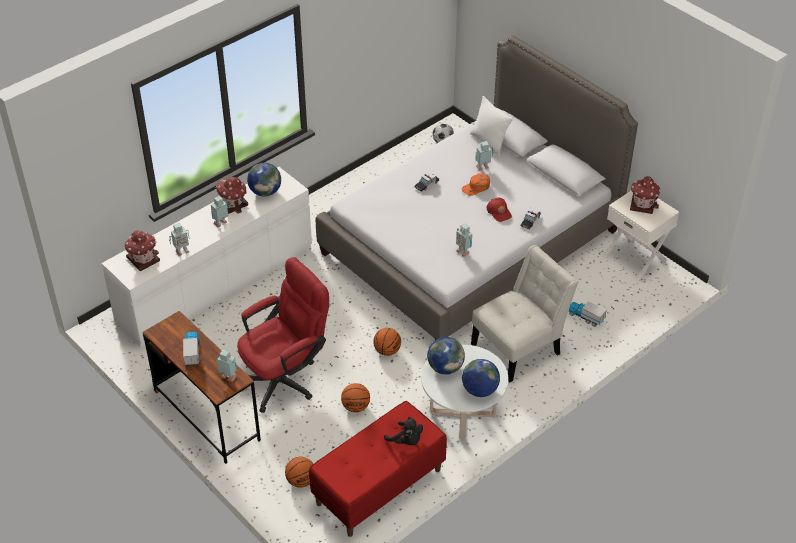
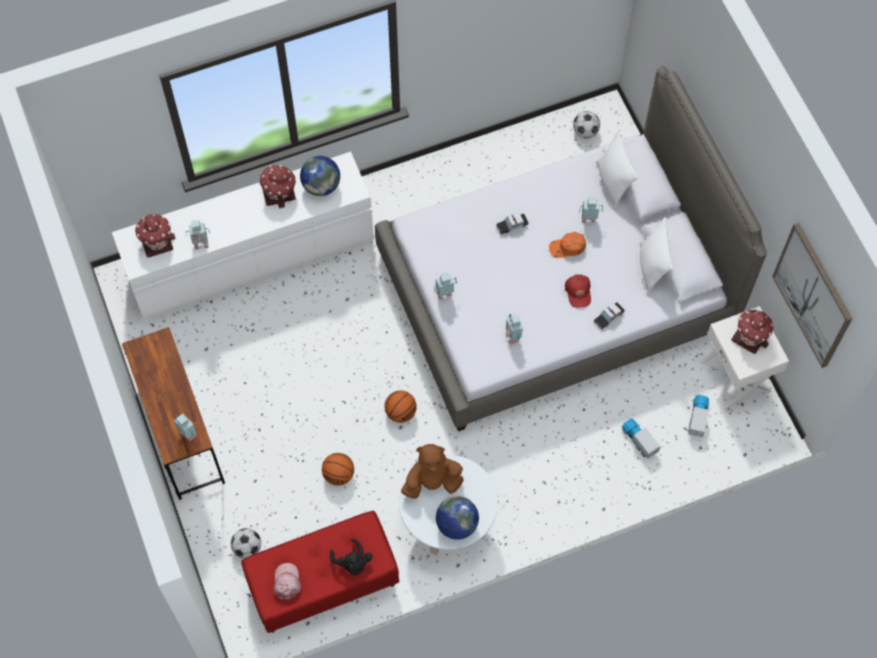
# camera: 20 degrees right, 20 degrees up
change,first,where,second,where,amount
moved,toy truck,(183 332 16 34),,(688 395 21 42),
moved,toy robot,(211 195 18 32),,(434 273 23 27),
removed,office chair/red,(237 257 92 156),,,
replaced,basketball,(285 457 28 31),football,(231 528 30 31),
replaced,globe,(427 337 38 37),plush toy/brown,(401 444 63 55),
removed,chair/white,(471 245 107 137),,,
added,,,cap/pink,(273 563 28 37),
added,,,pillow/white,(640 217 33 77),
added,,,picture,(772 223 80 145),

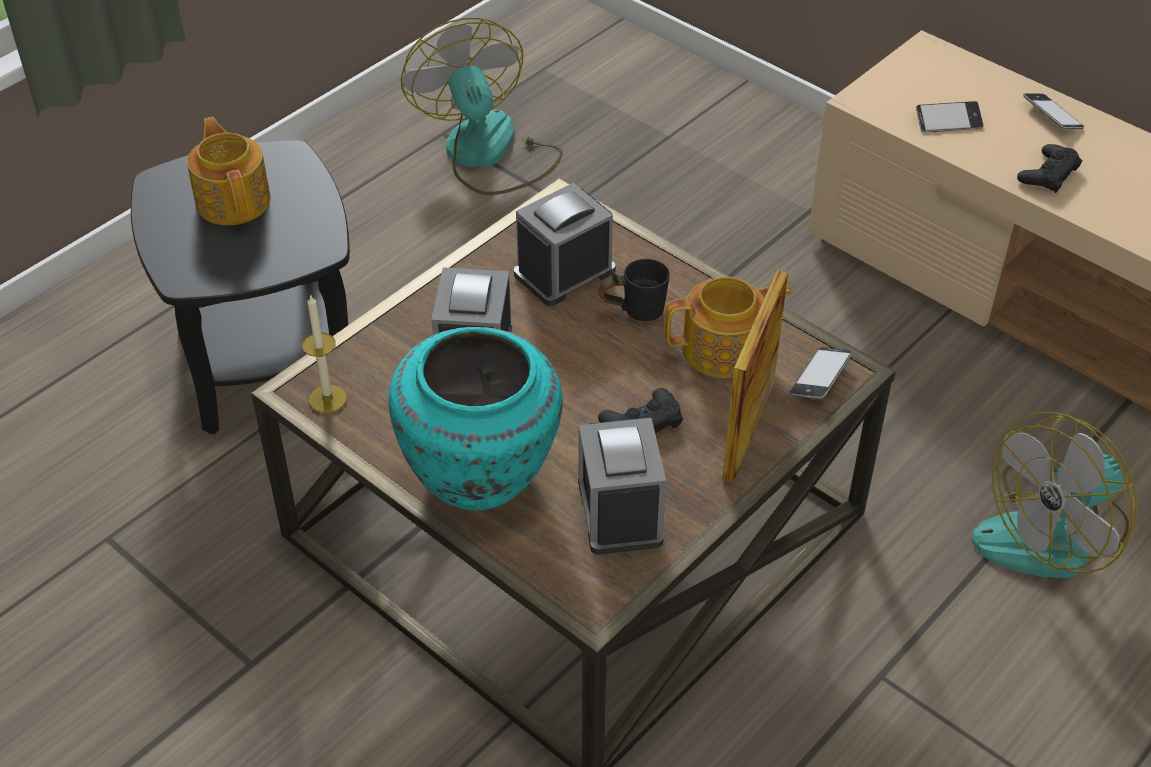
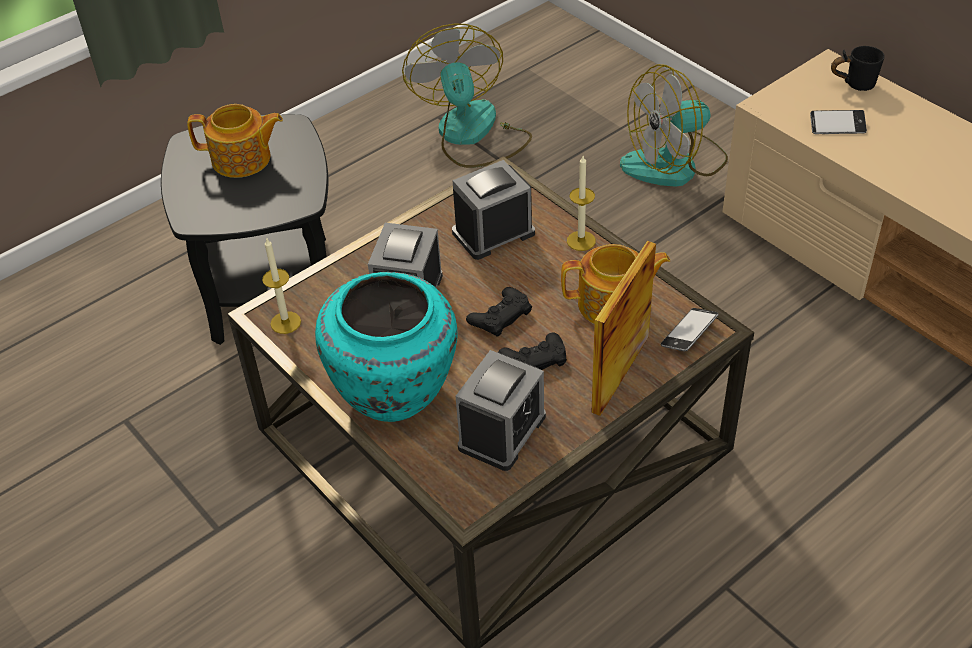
# camera: 10 degrees right, 0 degrees up
change,first,where,second,where,amount
turned,teapot,(187 117 84 108),,(187 104 96 74),105 degrees clockwise
turned,alarm clock,(578 418 88 137),,(456 350 90 121),150 degrees counterclockwise
moved,mug/black,(598 259 72 62),,(831 46 54 45),
moved,fan,(972 412 165 166),,(620 64 108 123),
moved,game controller/black,(1017 144 66 49),,(466 287 66 50),
removed,phone,(1023 93 61 37),,,
added,,,candle,(567 156 29 95),

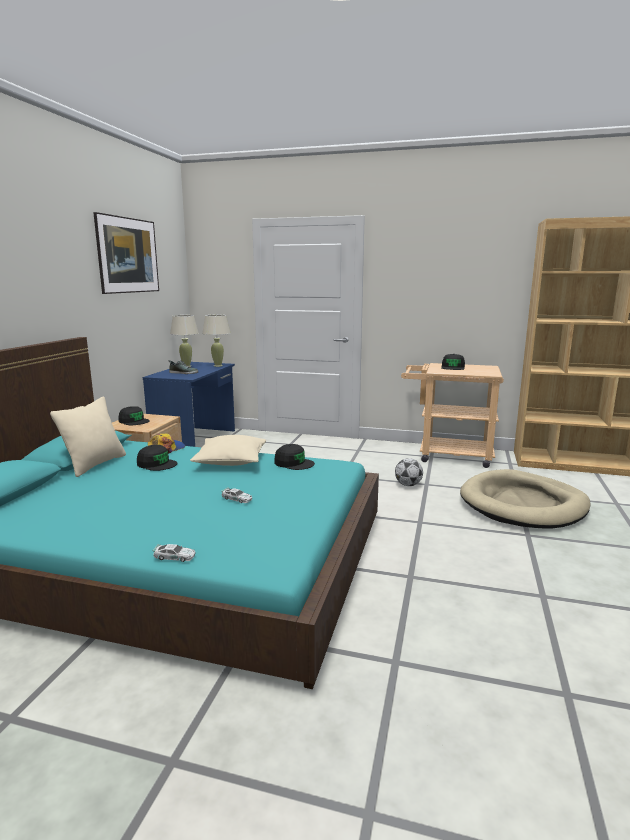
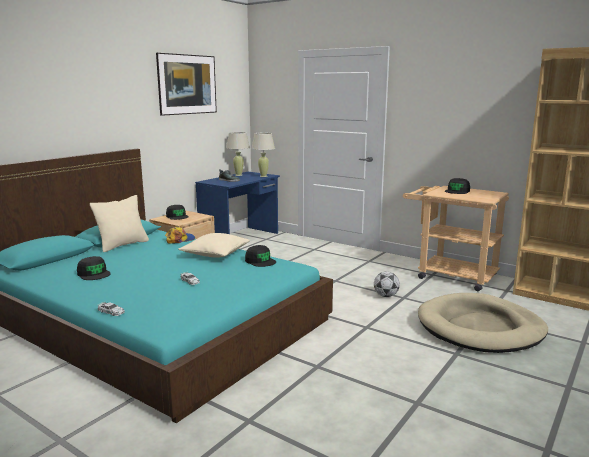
# camera: 20 degrees right, 0 degrees up
change,first,where,second,where,amount
moved,cap/black,(137 445 40 26),,(77 256 34 24),

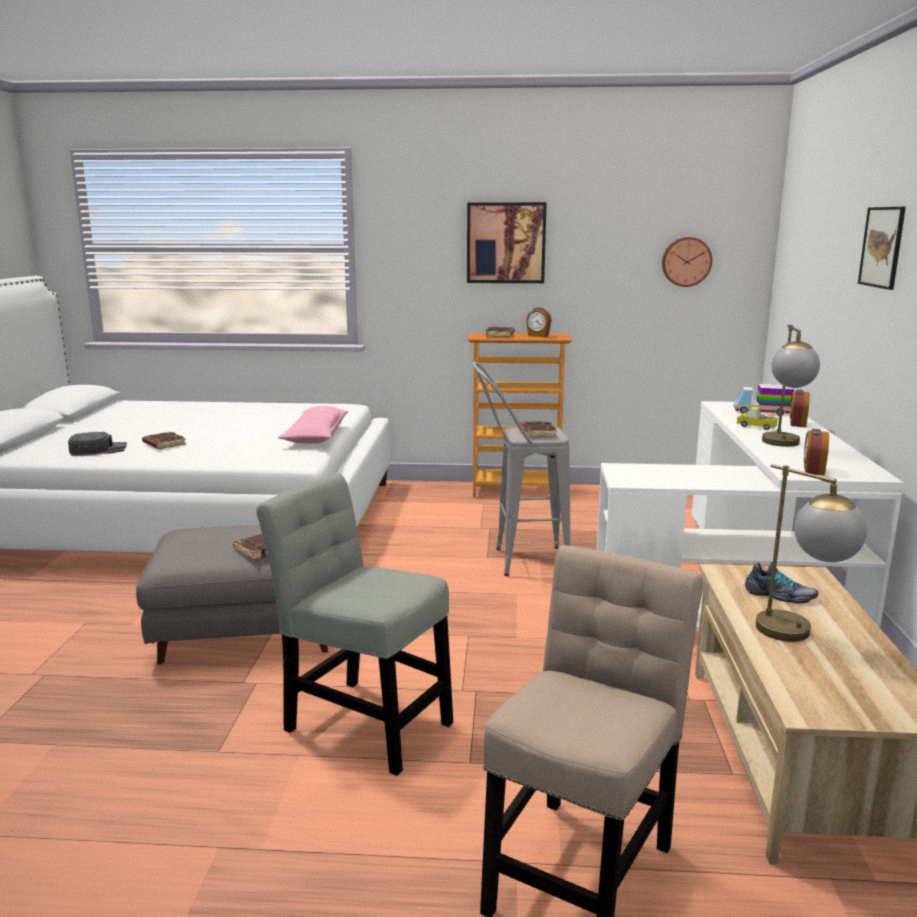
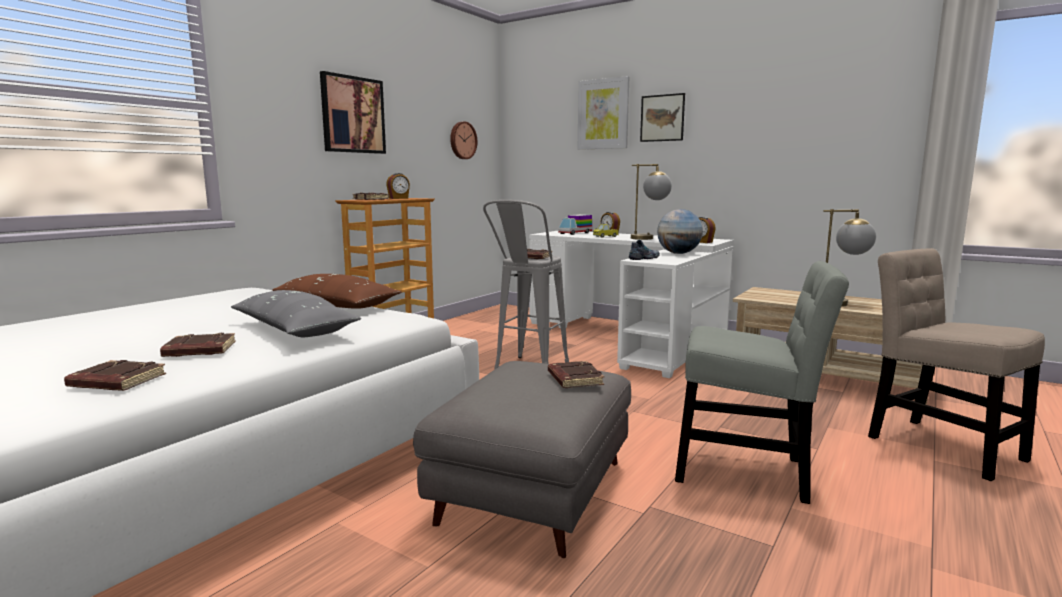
# camera: 60 degrees left, 5 degrees down
change,first,where,second,where,amount
replaced,cap/black,(68 432 59 24),book/brown,(64 360 102 31),
turned,chair/grey,(256 473 197 303),,(675 261 174 243),135 degrees counterclockwise
recoloured,pillow/pink,(278 406 70 38),pillow/brown,(272 274 130 35),
moved,shoe,(745 562 73 41),,(629 240 31 20),
added,,,pillow/grey,(231 290 130 47),
added,,,picture,(578 76 51 74),
added,,,globe,(657 209 46 45),

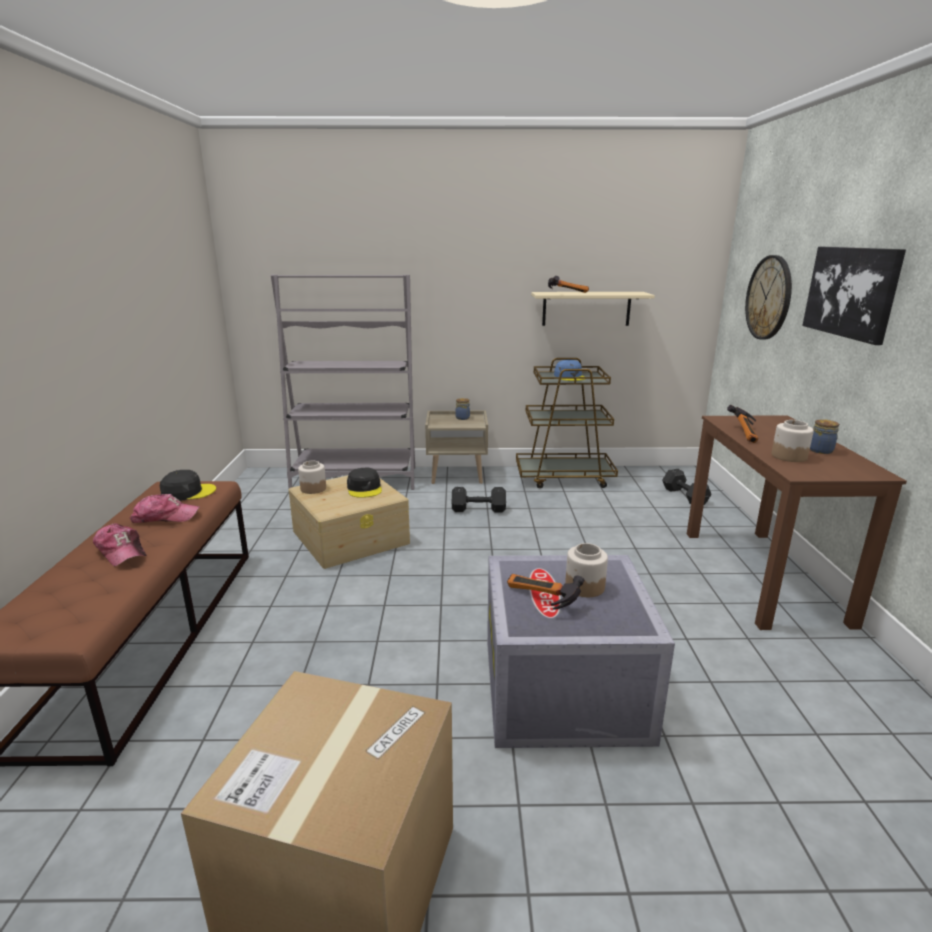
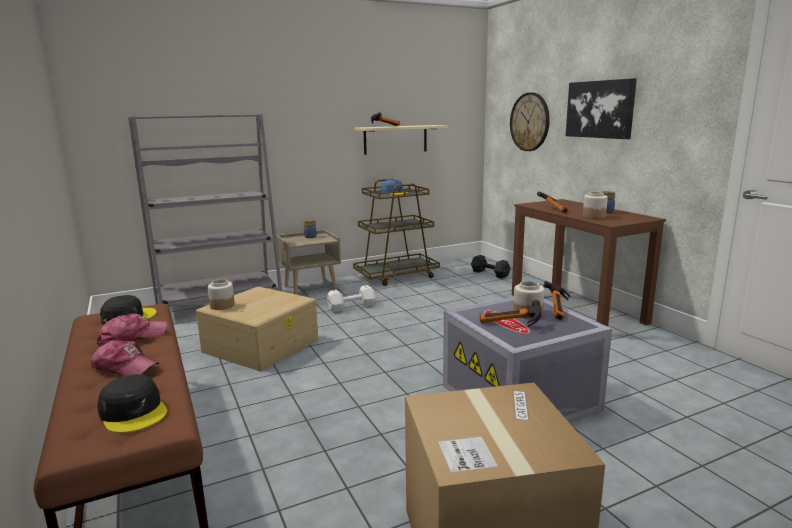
# camera: 25 degrees left, 5 degrees down
change,first,where,second,where,amount
moved,cap/black,(347 468 35 30),,(97 374 70 59),
recoloured,dumbbell/black,(452 487 54 26),dumbbell/white,(327 285 48 27),
added,,,hammer,(543 281 27 39),

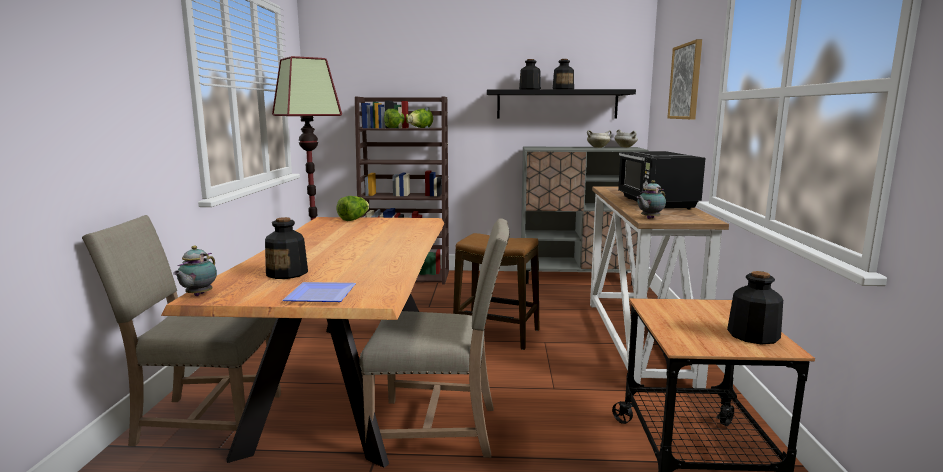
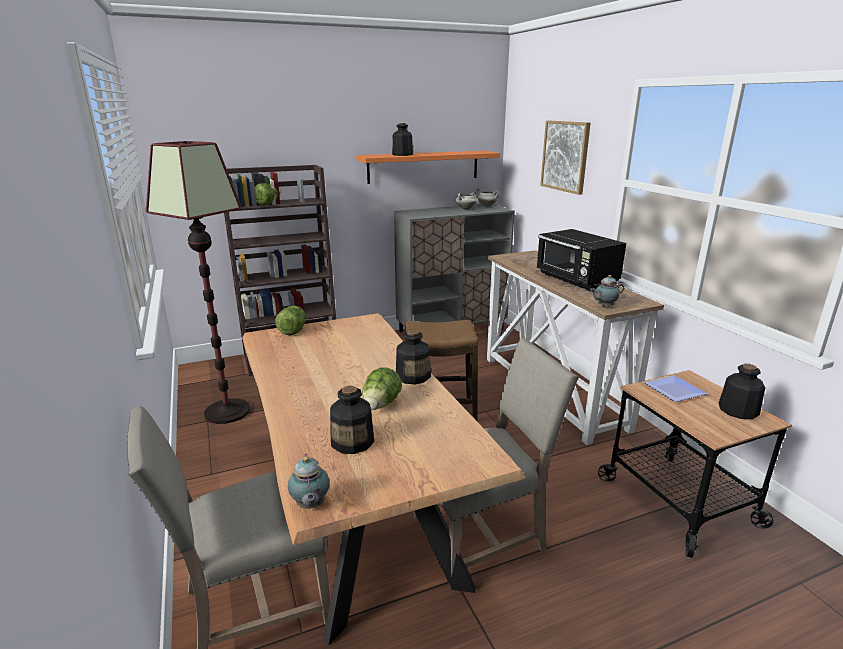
# camera: 25 degrees left, 10 degrees up
change,first,where,second,where,amount
moved,plate,(283 282 73 20),,(644 375 63 27),
moved,lettuce,(407 109 26 19),,(363 367 39 43),
recoloured,shelf/black,(487 89 149 29),shelf/orange,(356 151 144 33),
moved,bottle,(553 59 21 30),,(396 330 35 55),
turned,teapot,(636 180 30 39),,(590 275 34 32),45 degrees clockwise

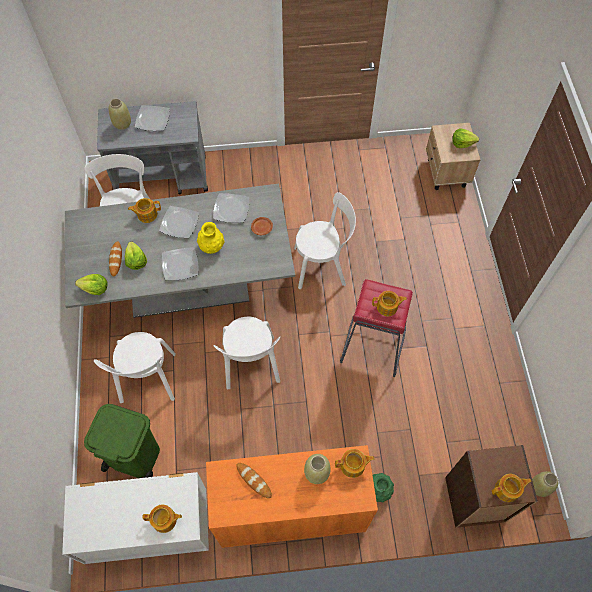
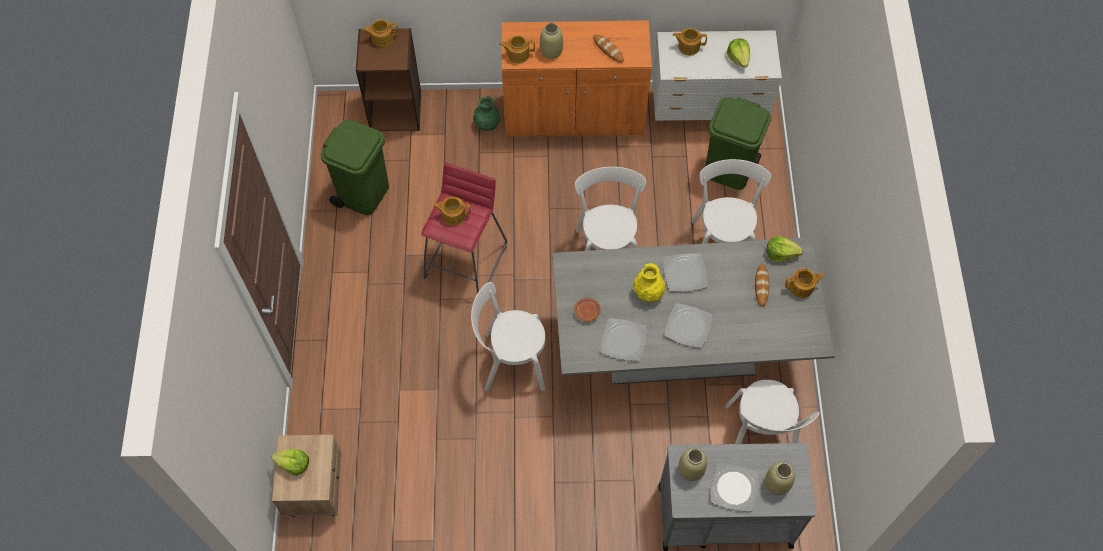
# camera: 175 degrees left, 0 degrees up
change,first,where,second,where,amount
moved,lettuce,(125 242 22 28),,(727 38 23 30),
moved,teapot,(128 198 33 25),,(785 268 40 30),
moved,vase/beige,(532 471 26 26),,(678 448 29 33),
added,,,trash can/green,(321 120 68 95),

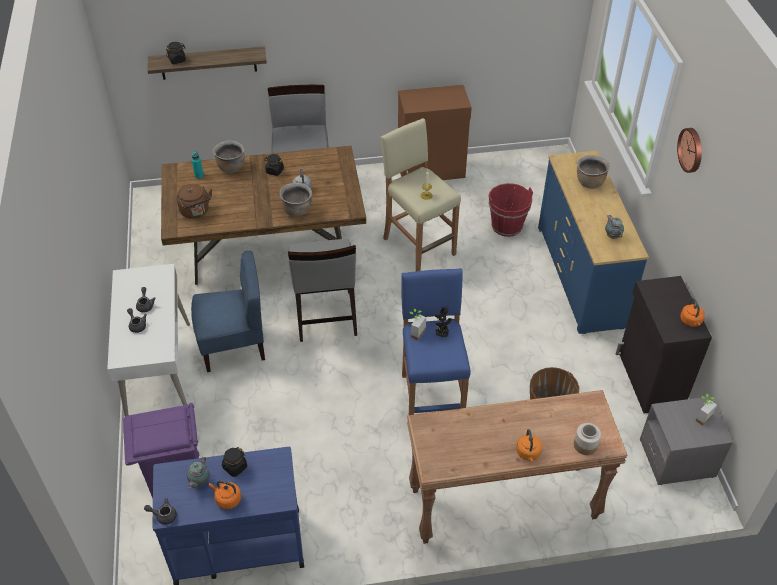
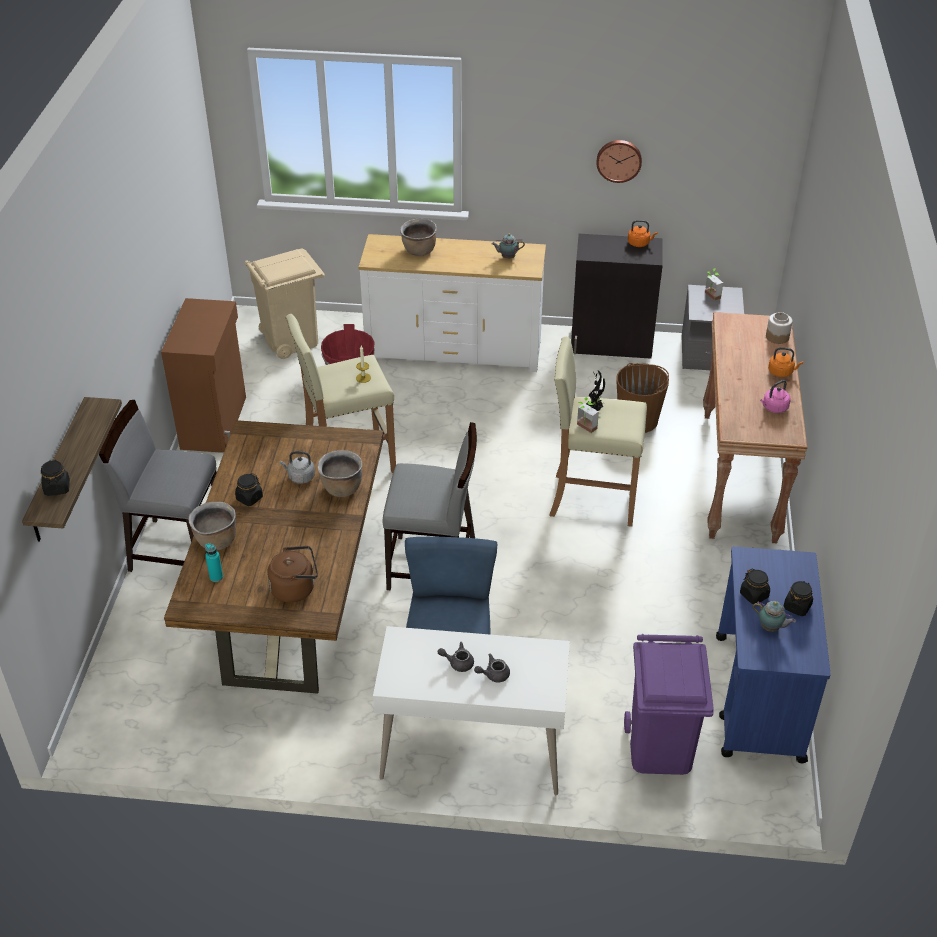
# camera: 75 degrees left, 5 degrees down
change,first,where,second,where,amount
removed,teapot/grey,(144 498 33 27),,,
replaced,kettle/orange,(209 480 32 29),jar/black,(784 581 29 35),
recoloured,stool/blue,(401 268 70 163),stool/beige,(550 337 97 190),
recoloured,dresser/blue,(538 151 111 183),dresser/white,(359 234 187 138),
moved,wall clock,(677 128 25 45),,(596 140 46 43),
added,,,trash can/beige,(245 248 80 111),
added,,,kettle/pink,(760 380 31 33),

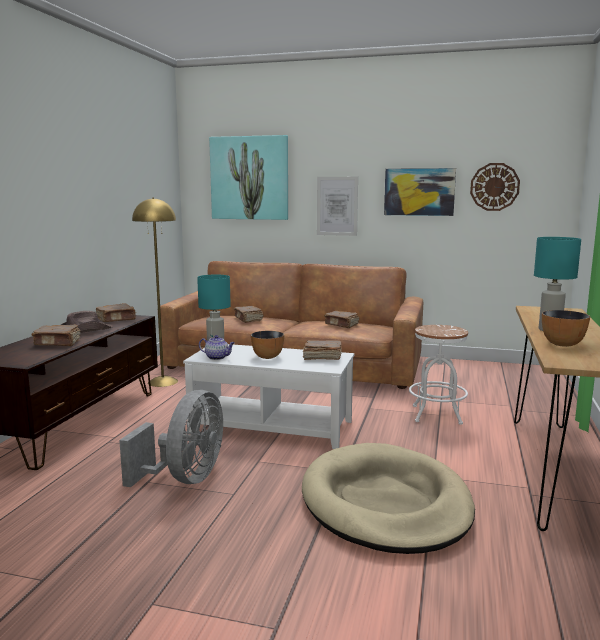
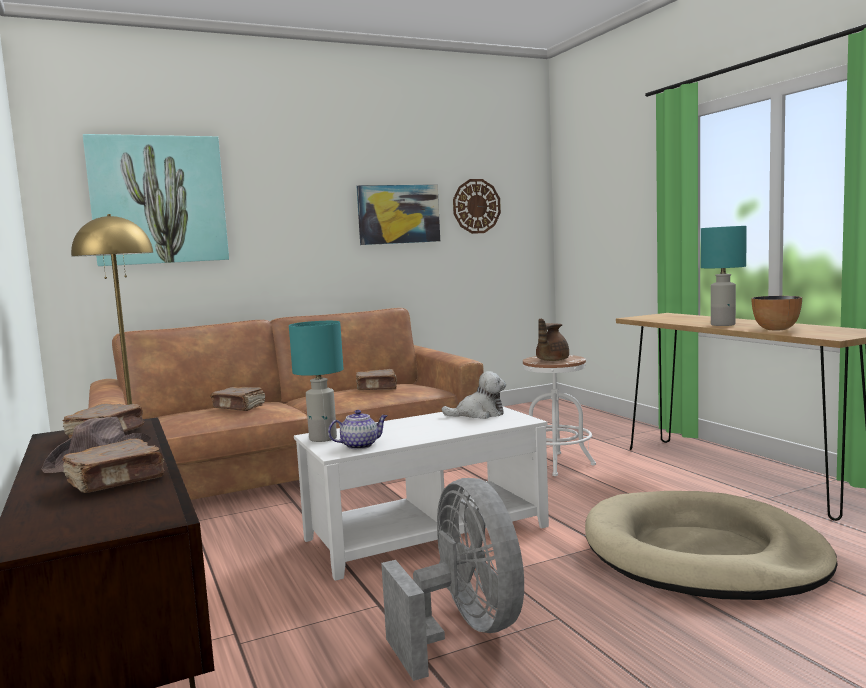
# camera: 40 degrees left, 5 degrees down
change,first,where,second,where,amount
removed,bowl,(251 331 33 28),,,
replaced,book/brown,(303 340 39 20),plush toy,(441 371 65 48),
removed,picture,(317 177 41 59),,,
added,,,teapot/brown,(536 318 33 43),

